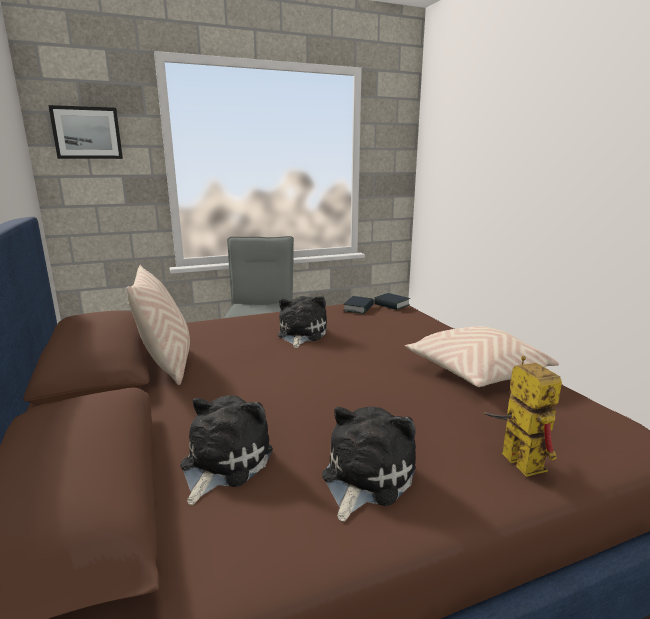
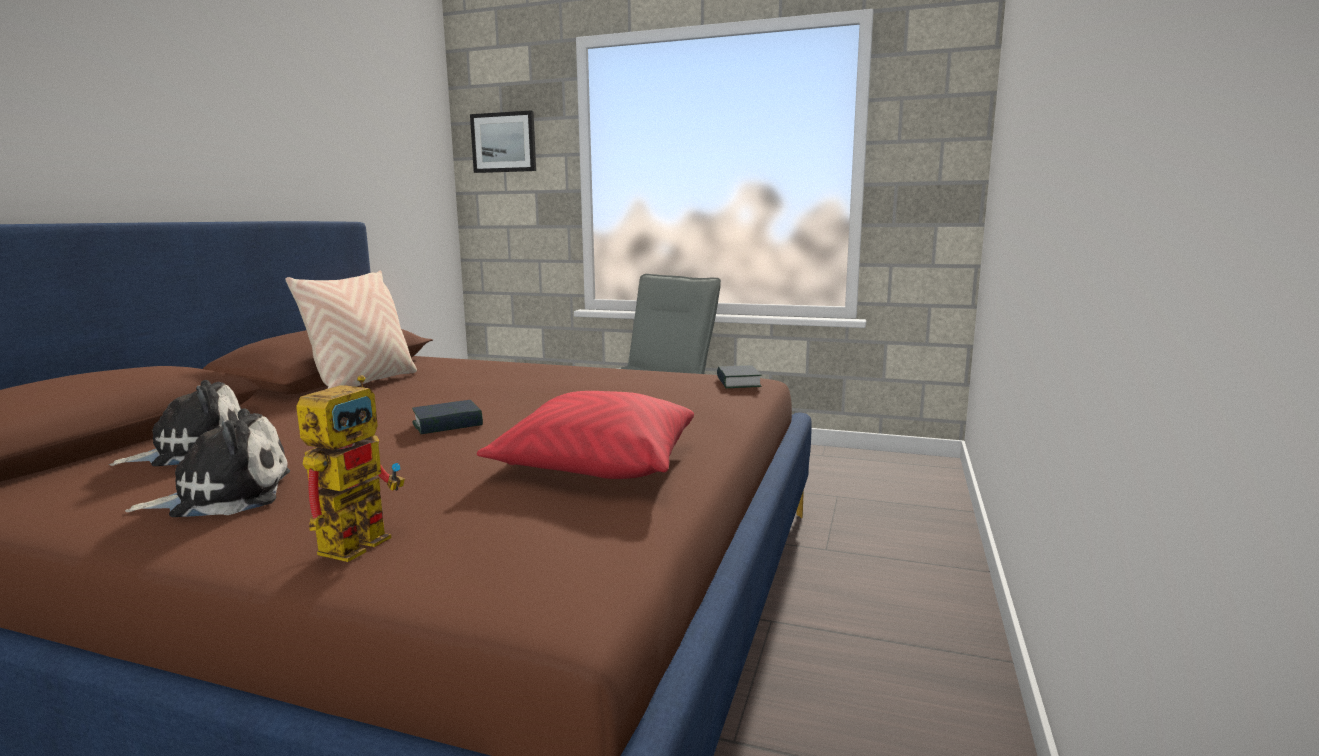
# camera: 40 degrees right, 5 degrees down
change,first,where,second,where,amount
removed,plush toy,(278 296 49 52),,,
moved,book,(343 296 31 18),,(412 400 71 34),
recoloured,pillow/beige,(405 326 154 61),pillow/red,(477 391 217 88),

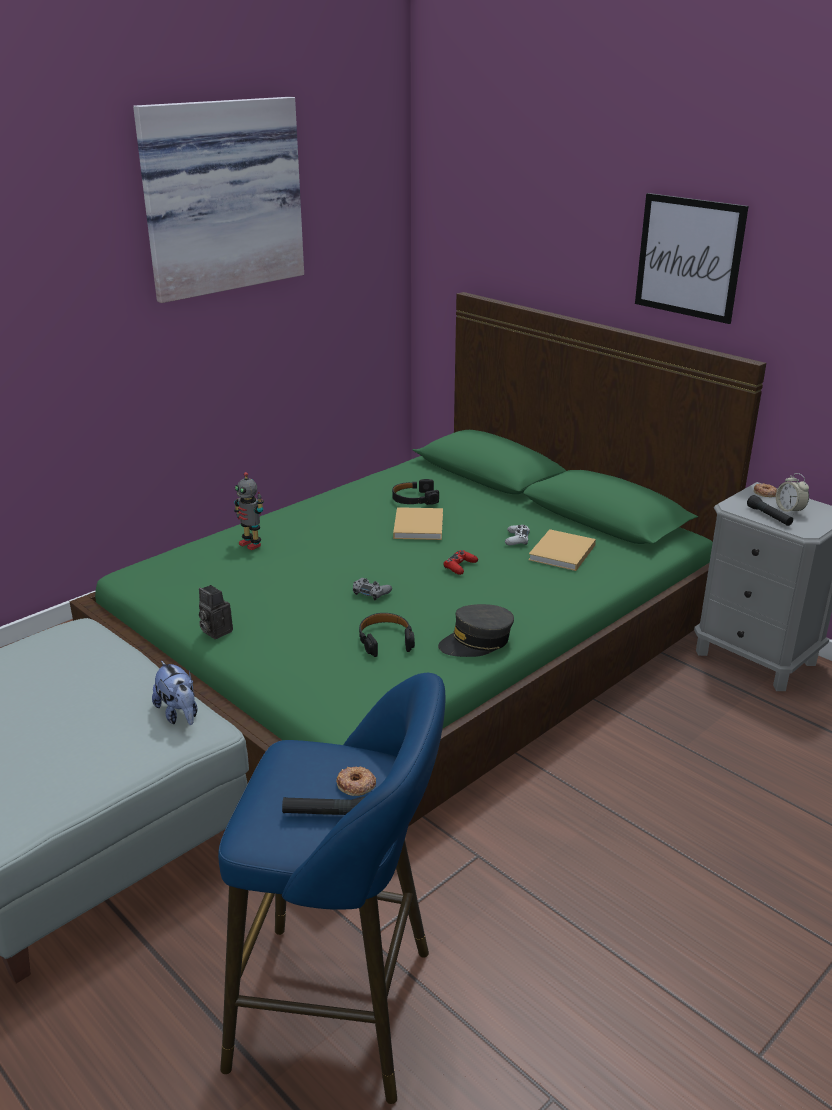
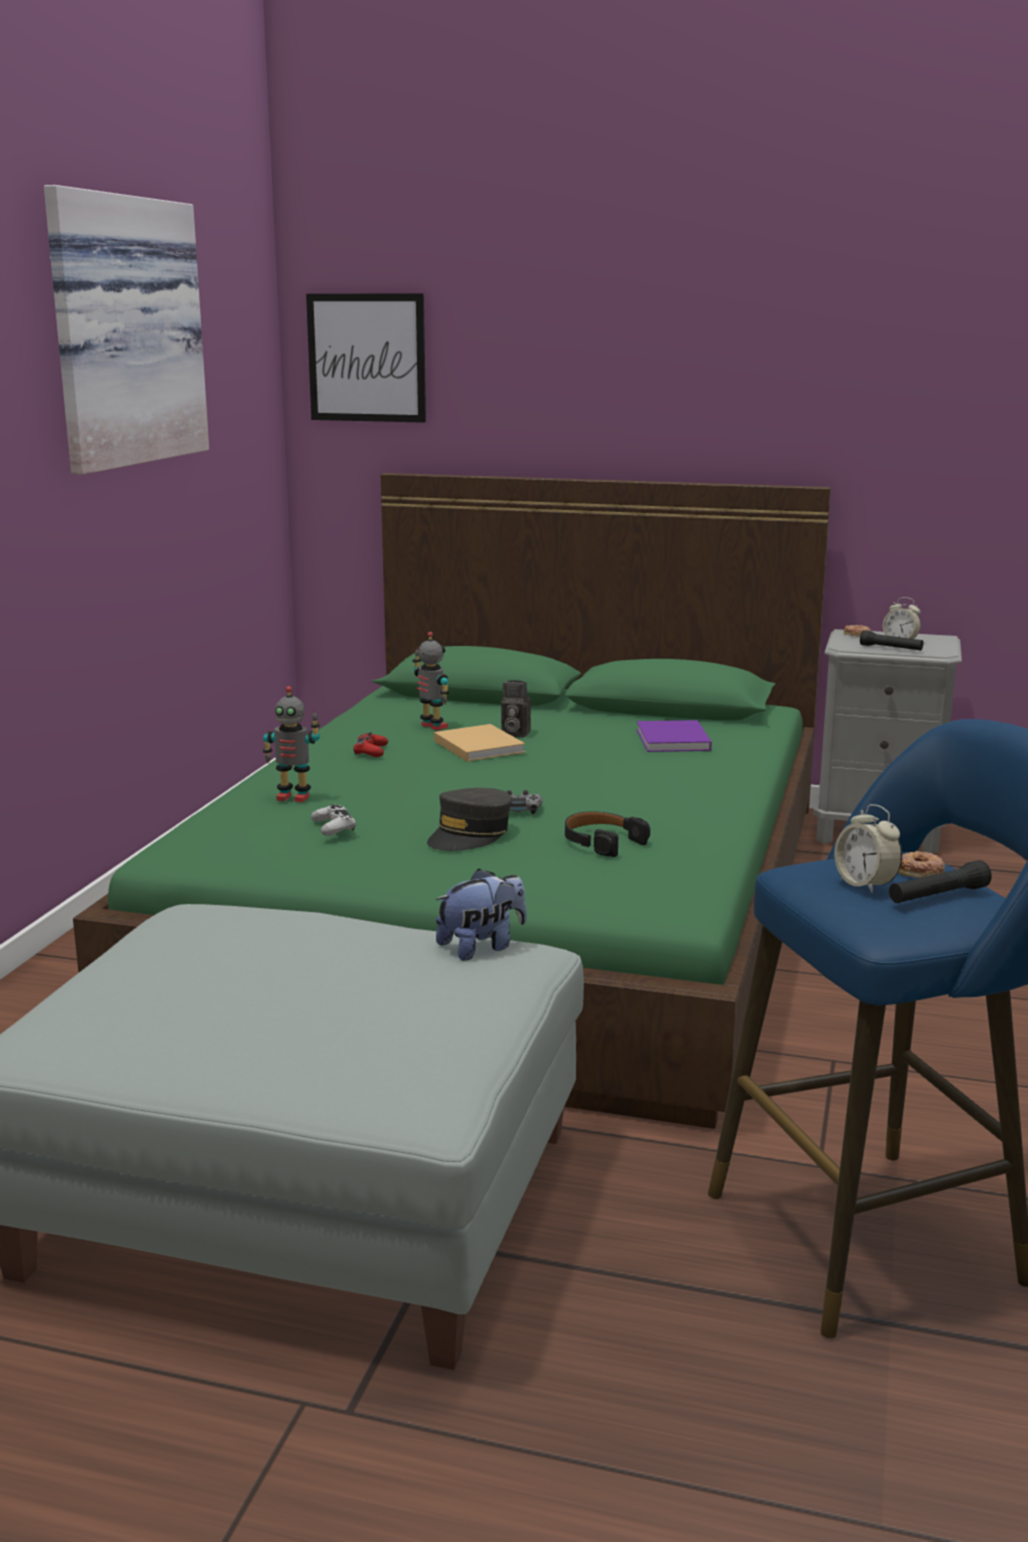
# camera: 30 degrees left, 10 degrees down
change,first,where,second,where,amount
turned,plush toy,(152 661 45 64),,(436 868 91 93),60 degrees counterclockwise
moved,photo camera,(199 585 34 54),,(501 680 30 57),
replaced,headphones/black,(392 479 47 26),toy robot,(412 632 38 98),
moved,cap/grey,(438 604 76 53),,(427 788 85 63),
moved,game controller/red,(443 550 35 25),,(353 732 35 25),
moved,game controller/white,(505 525 25 20),,(311 804 45 32),
recoloured,book/beige,(528 529 68 42),book/purple,(637 720 75 32),
moved,picture,(635 193 114 131),,(306 294 120 129),
added,,,alarm clock,(835 804 67 90),

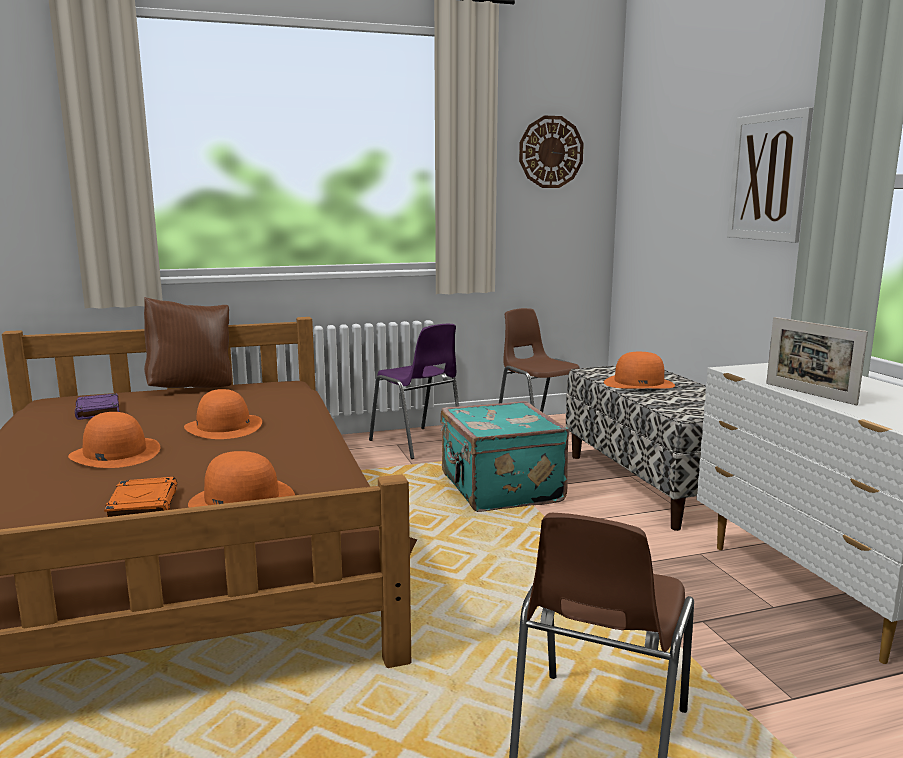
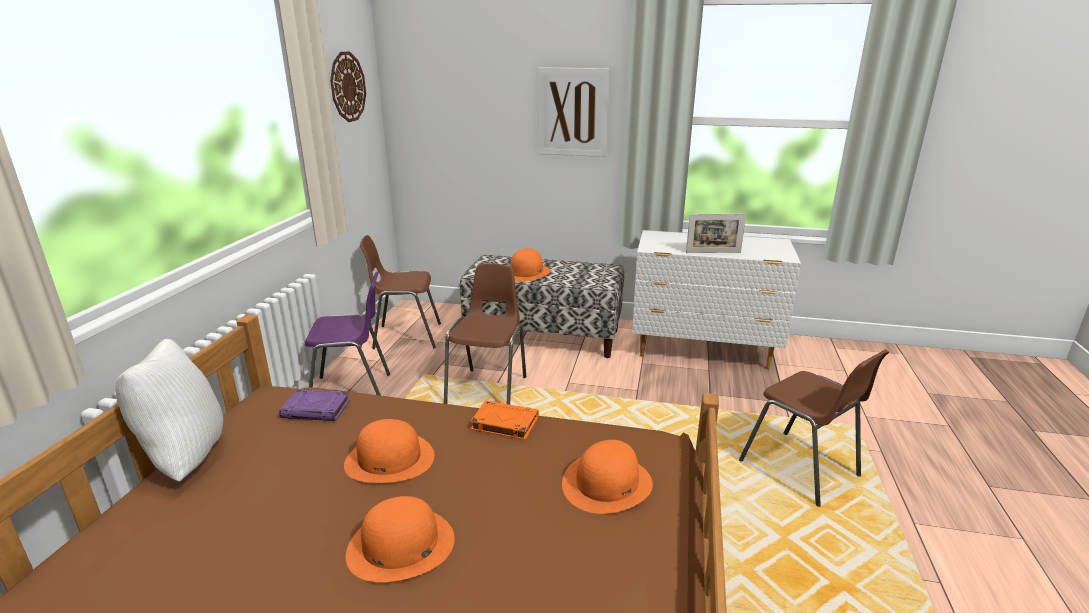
# camera: 60 degrees left, 10 degrees up
change,first,where,second,where,amount
moved,book/purple,(75 393 44 27),,(279 389 71 32),
moved,book/orange,(104 477 73 40),,(470 400 69 40),
recoloured,pillow/brown,(144 297 88 91),pillow/white,(115 339 108 143),
replaced,suitcase/turquoise,(441 401 128 111),chair/brown,(444 263 82 142),

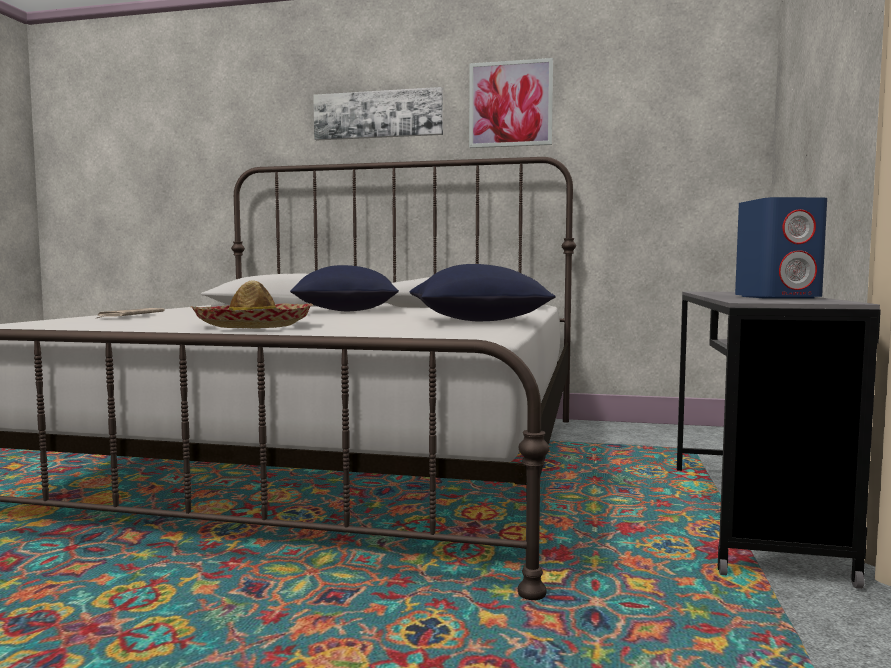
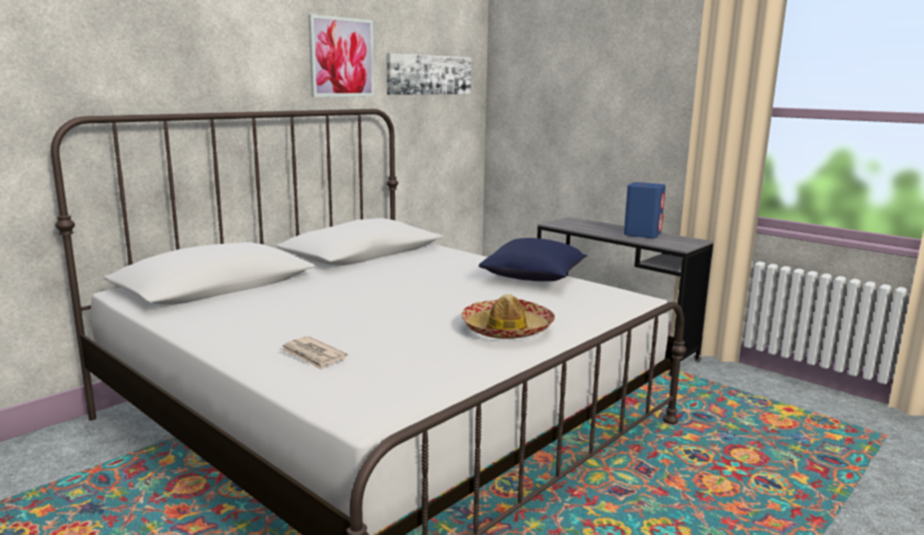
# camera: 60 degrees left, 10 degrees up
change,first,where,second,where,amount
removed,pillow/blue,(290 265 109 46),,,
moved,picture,(313 87 130 54),,(386 53 85 42),

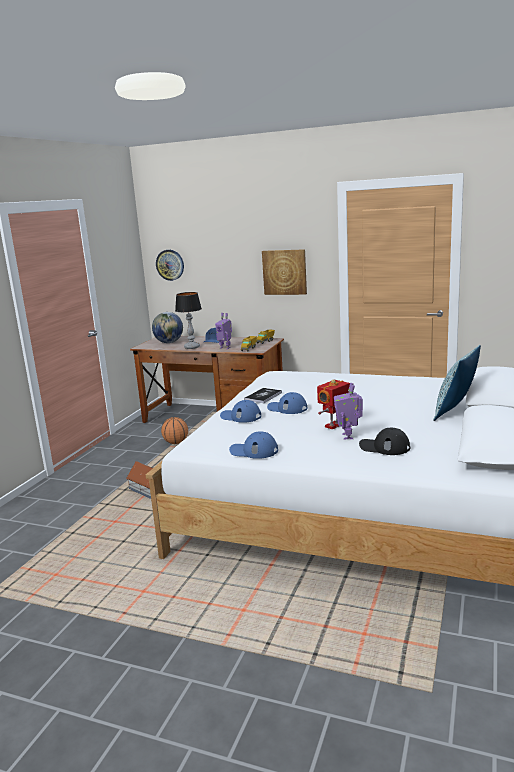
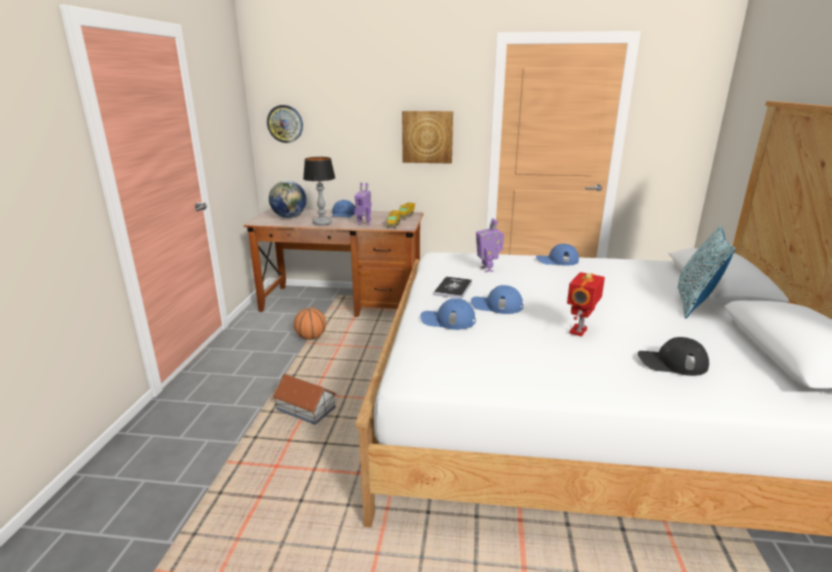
# camera: 15 degrees left, 5 degrees up
change,first,where,second,where,amount
moved,cap/blue,(229 431 49 28),,(536 244 43 22),
moved,toy robot,(334 383 29 57),,(476 218 28 54),

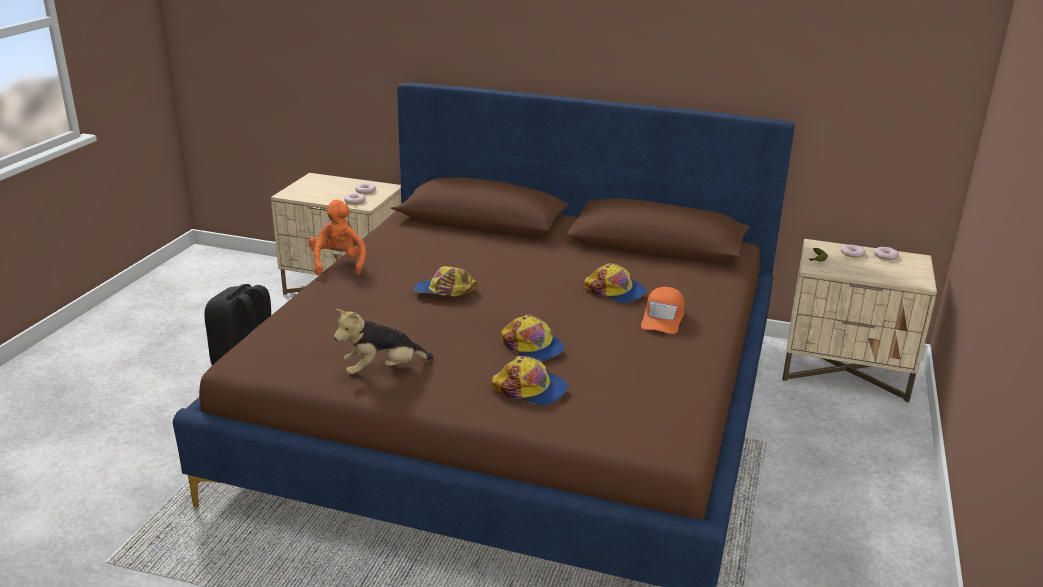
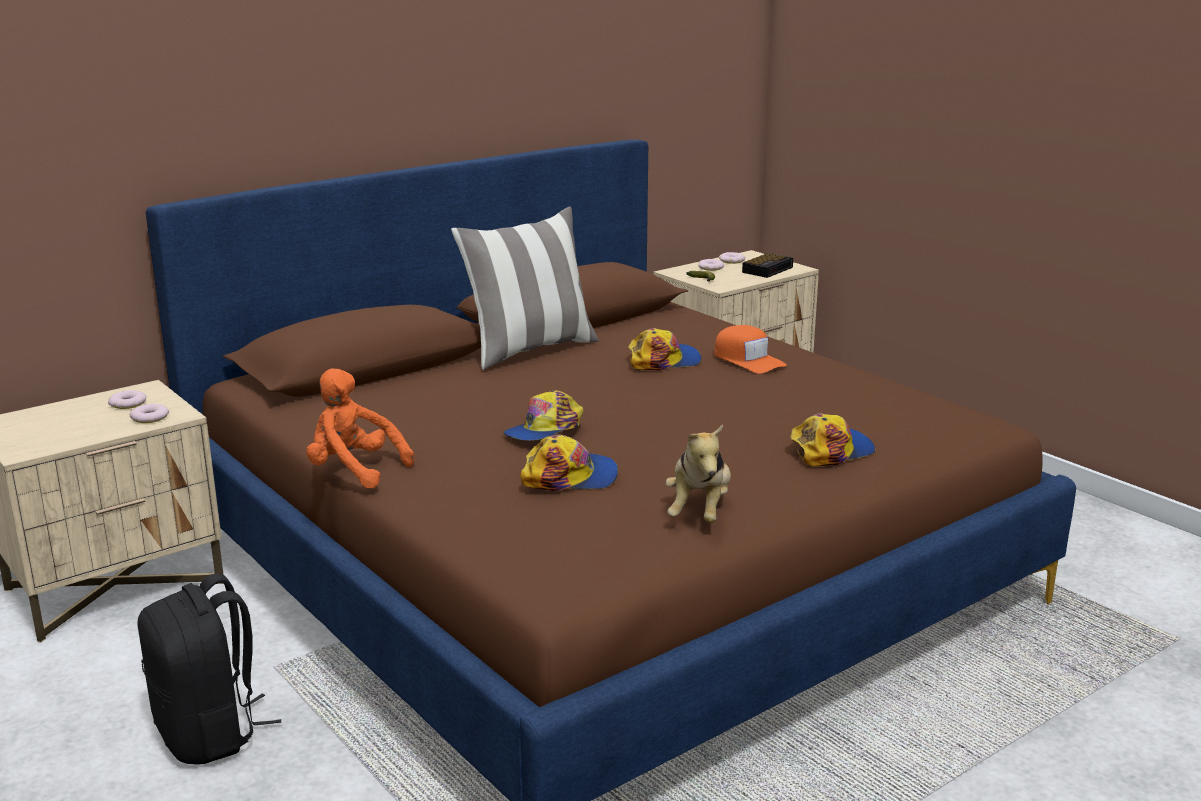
# camera: 55 degrees left, 5 degrees down
change,first,where,second,where,amount
moved,cap,(501 315 63 47),,(520 435 98 56),
added,,,pillow,(451 207 148 163),
added,,,alarm clock,(742 253 51 25),

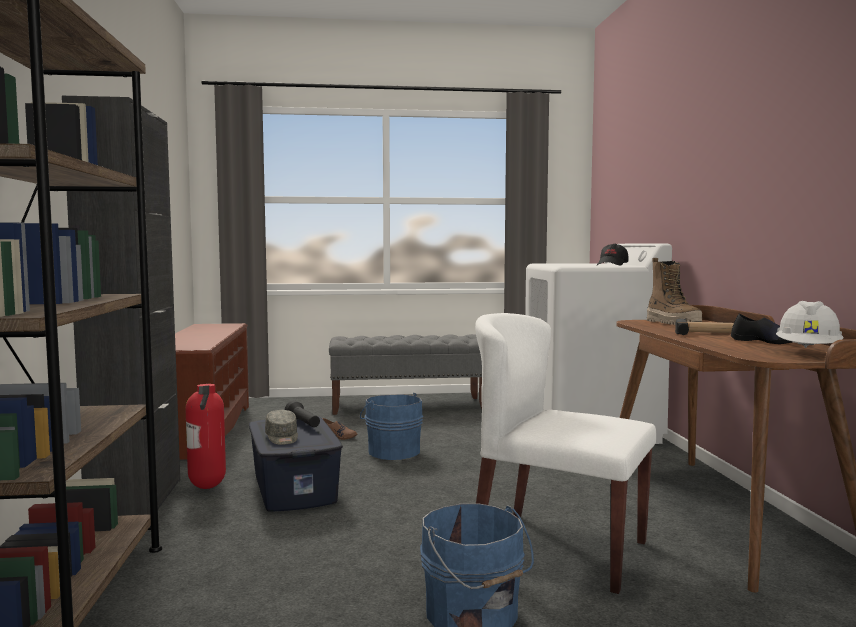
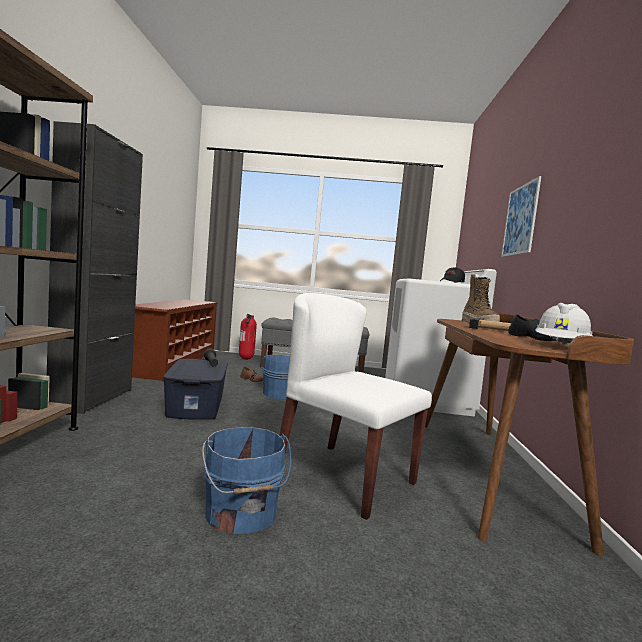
# camera: 10 degrees right, 0 degrees up
change,first,where,second,where,amount
moved,fire extinguisher,(185 384 41 105),,(239 314 18 46),
removed,cap/grey,(265 410 33 35),,,
added,,,picture,(501 176 40 81),

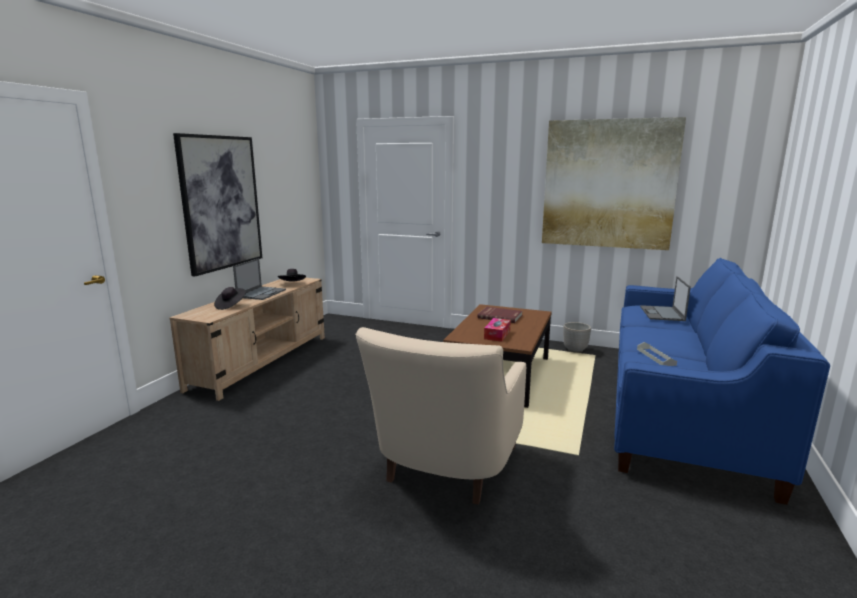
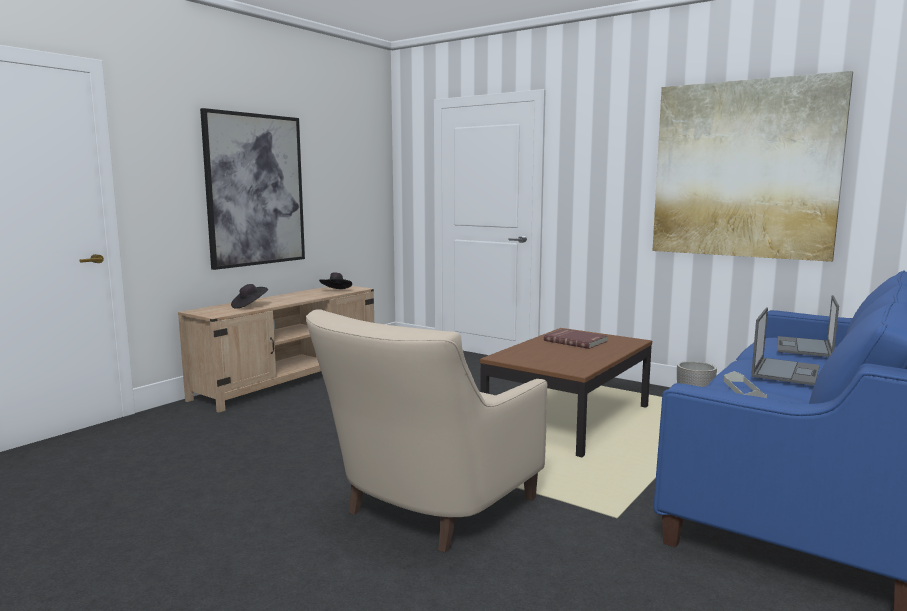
# camera: 15 degrees right, 5 degrees down
change,first,where,second,where,amount
moved,laptop,(233 258 53 42),,(751 308 69 78),
removed,tissue box,(484 318 27 24),,,

